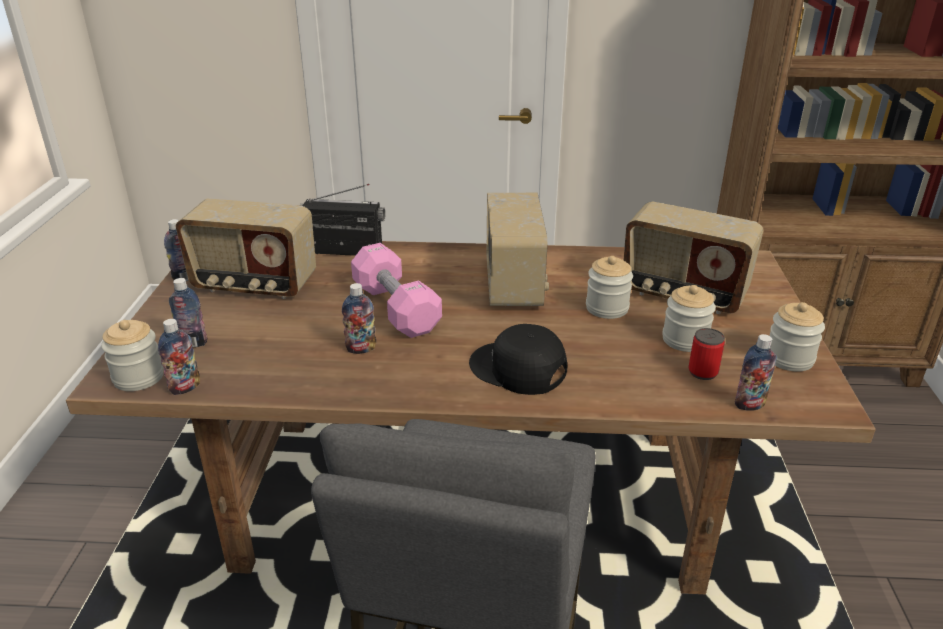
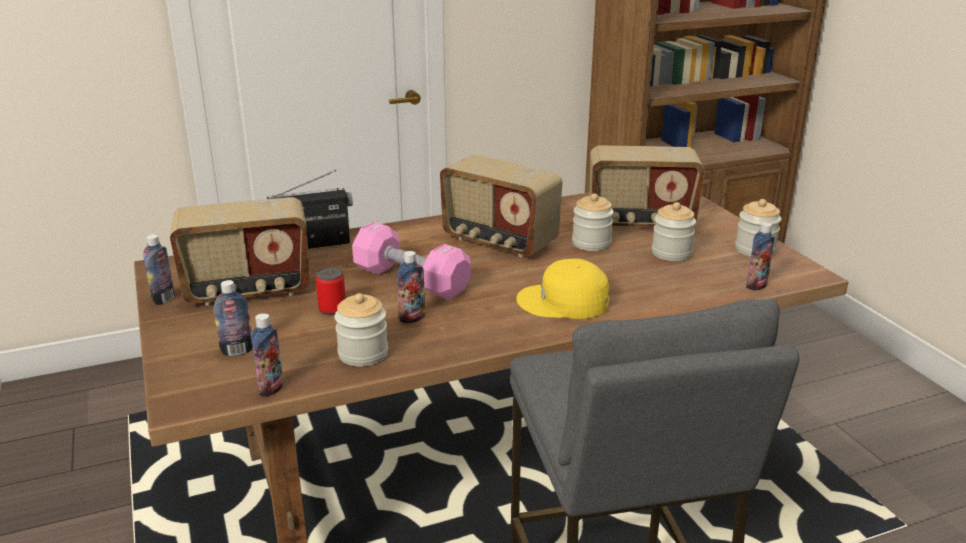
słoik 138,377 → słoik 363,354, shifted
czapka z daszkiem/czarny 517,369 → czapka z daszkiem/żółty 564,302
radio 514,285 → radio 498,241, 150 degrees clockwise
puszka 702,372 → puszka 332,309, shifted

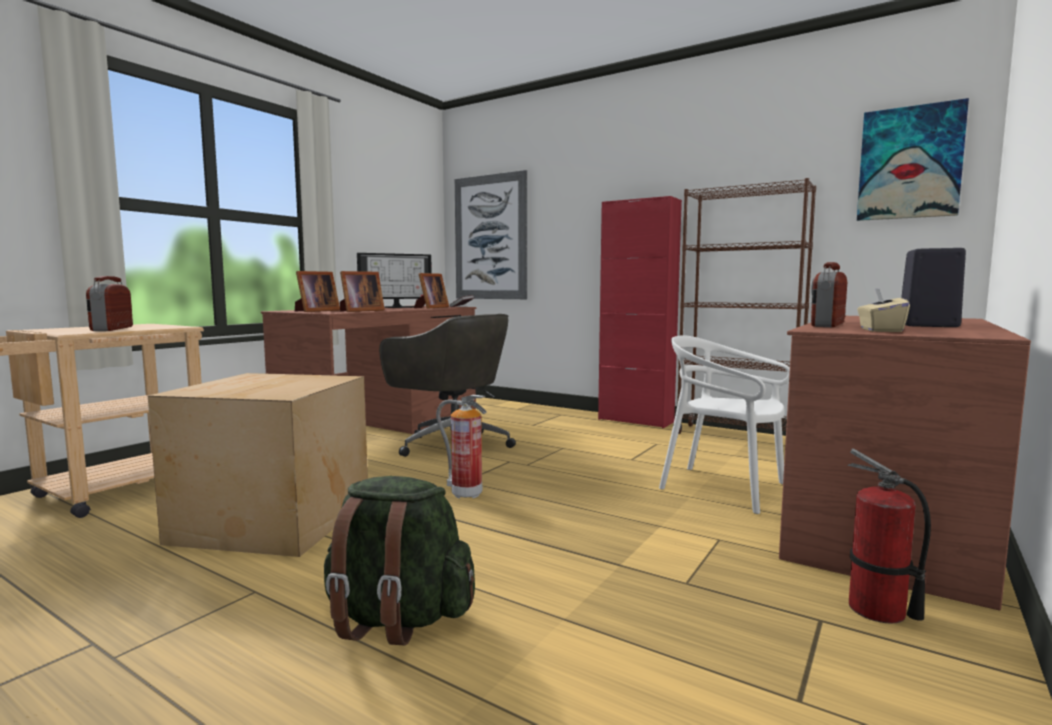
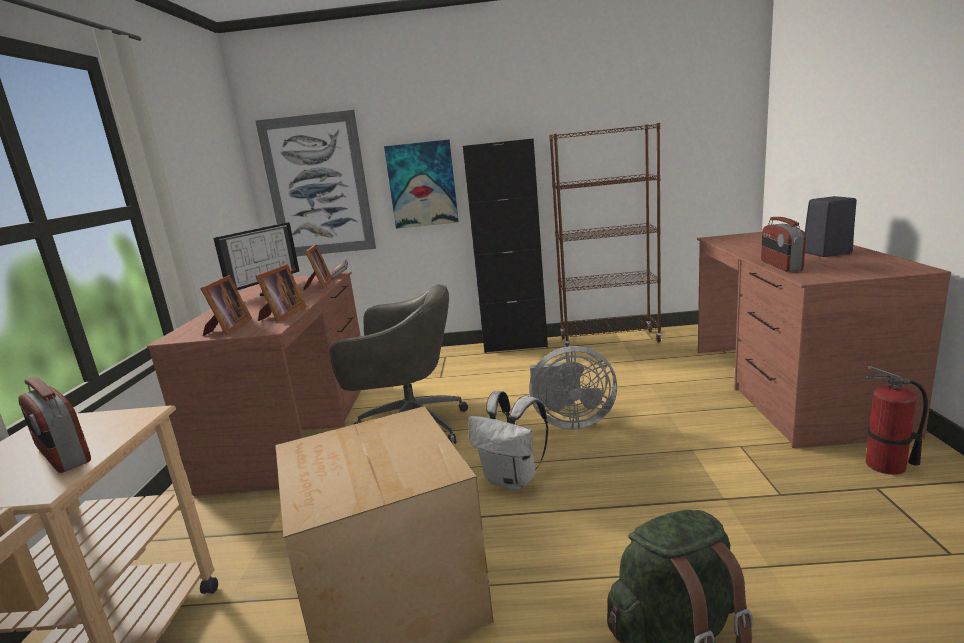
gaśnica 465,494 → plecak/biały 513,480
szafka/czerwony 635,420 → szafka/czarny 515,345
krzesło/biały 723,488 → -
obraz 909,163 → obraz 422,184, shifted
pudełko chusteczek/beżowy 880,330 → -
- → wentylator/szary 570,422

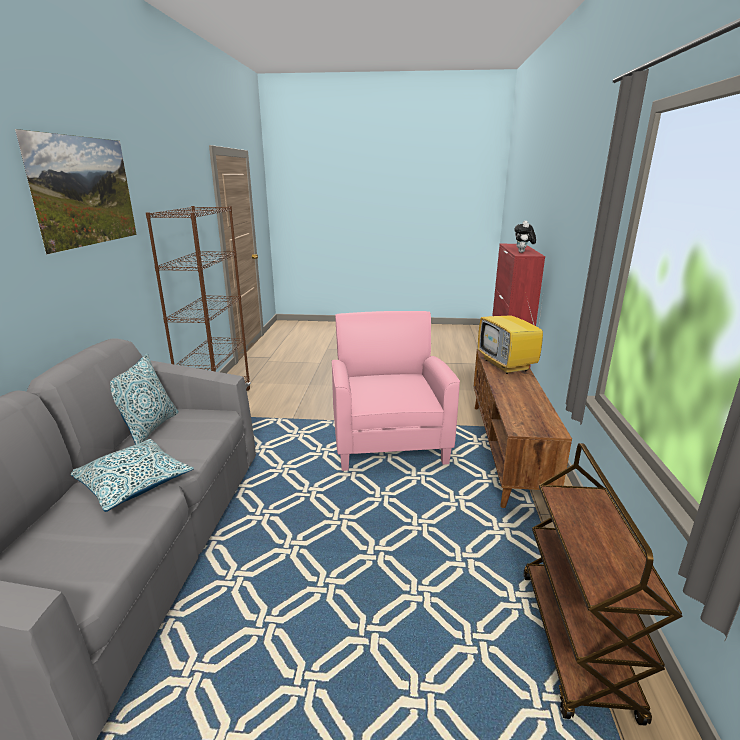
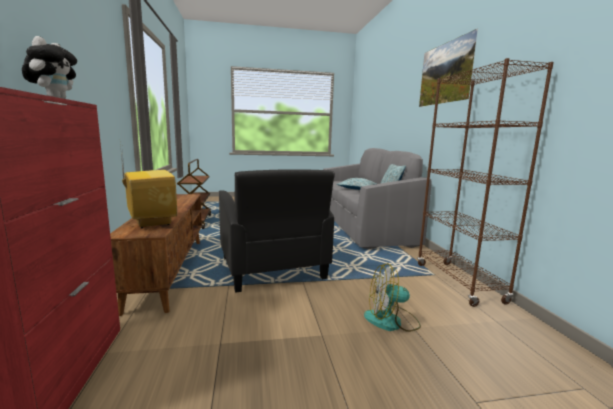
fotel/różowy 388,441 → fotel/czarny 272,269
- → wentylator 391,321

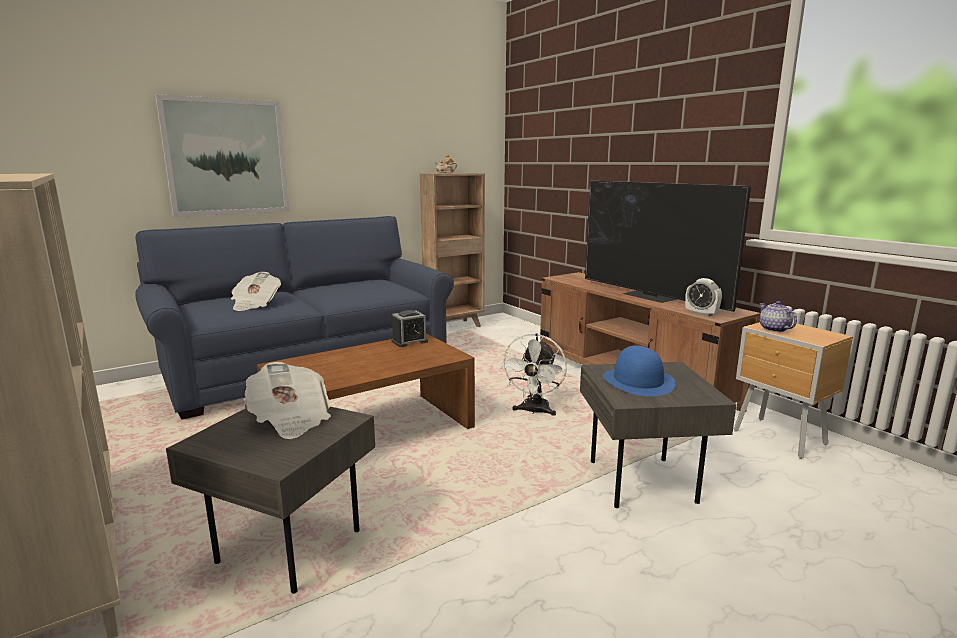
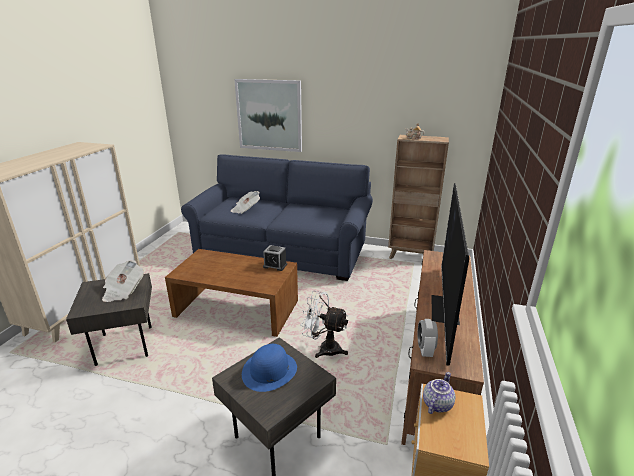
wentylator/biały 534,412 → wentylator/biały 324,348, 45 degrees clockwise

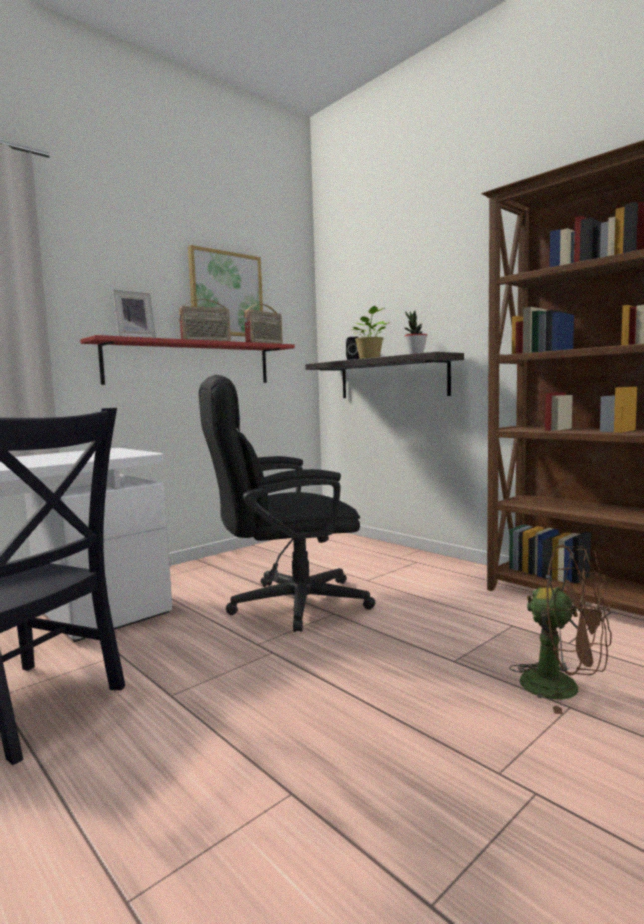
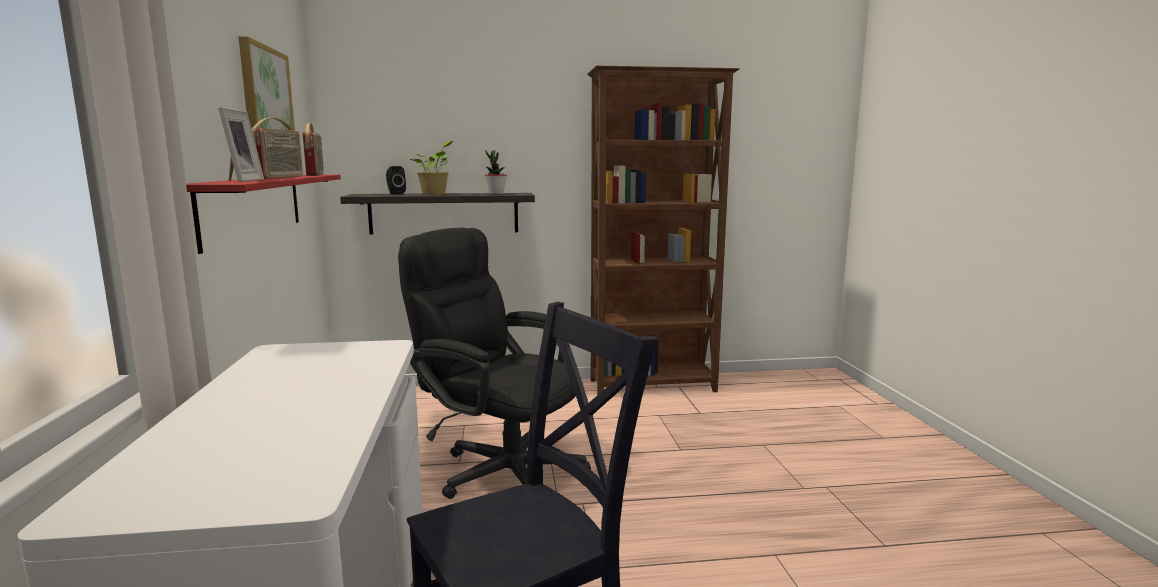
krzesło biurowe/czarny 285,605 → krzesło biurowe/czarny 499,469, 105 degrees clockwise
wentylator/brązowy 563,688 → -

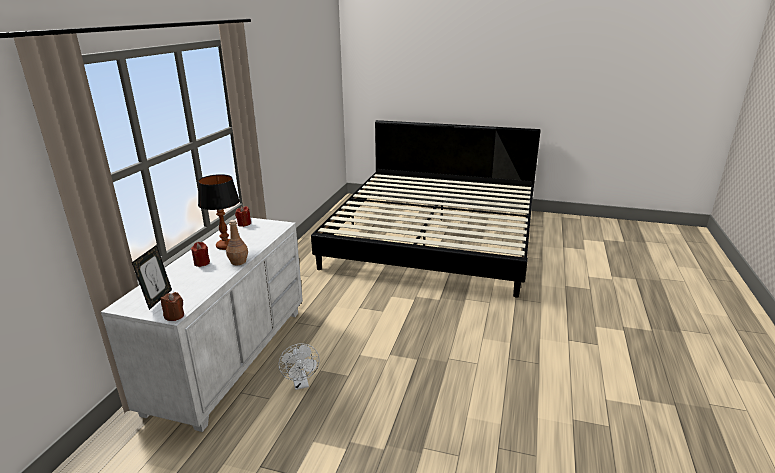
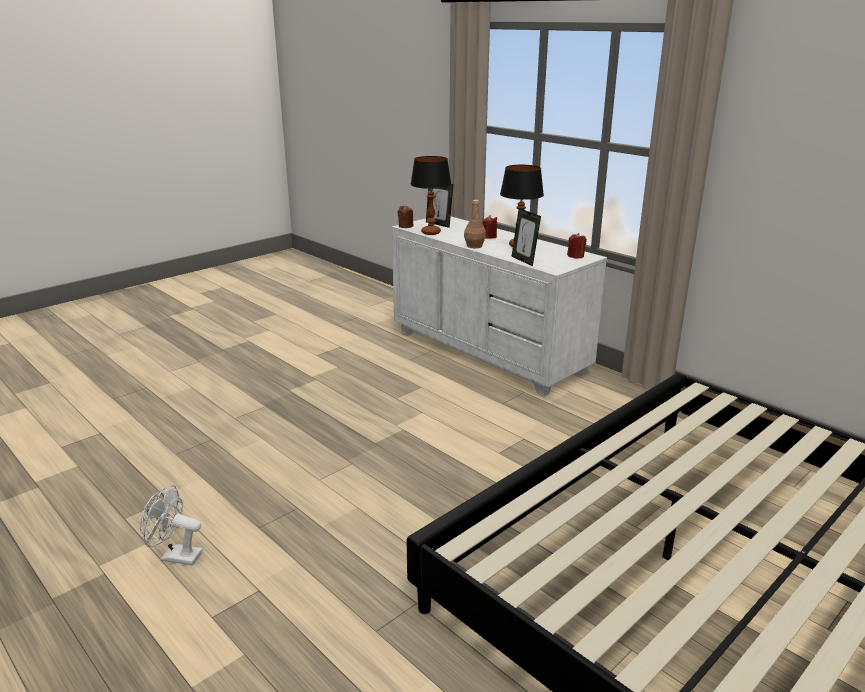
wentylator/biały 301,384 → wentylator/biały 175,556, shifted
- → lampa stołowa 430,232
- → ramka na zdjęcie 524,260

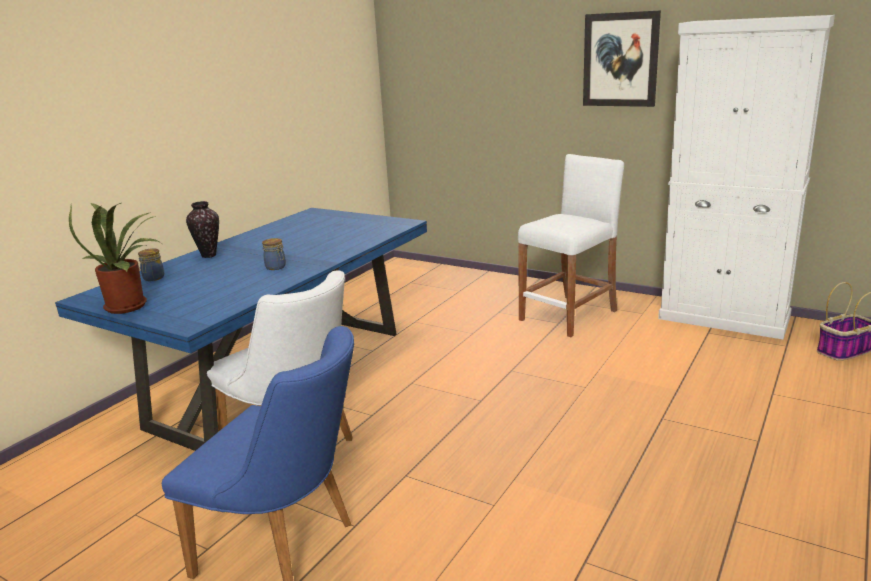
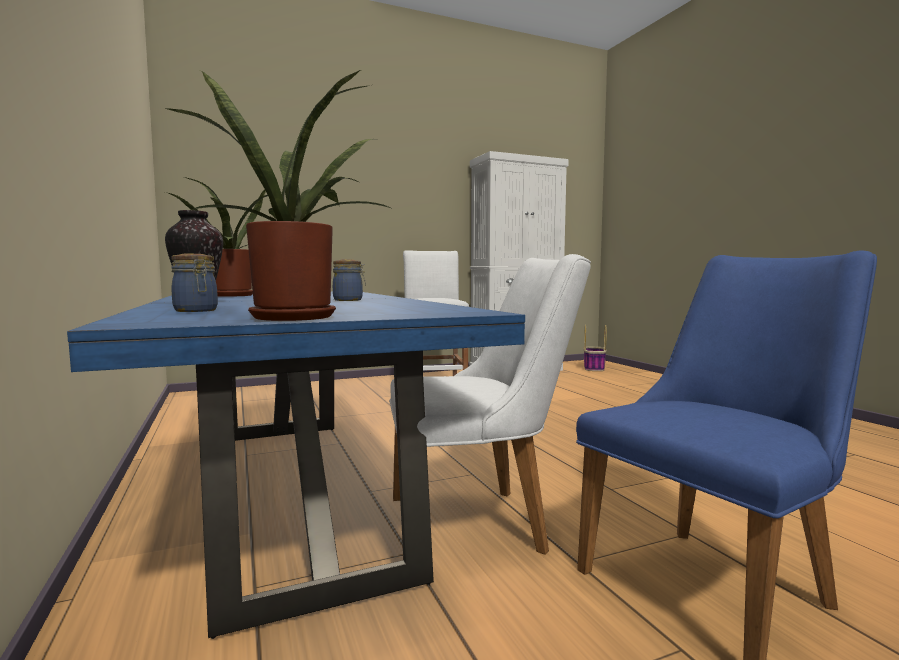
obraz 620,60 → -
- → roślina doniczkowa 229,296

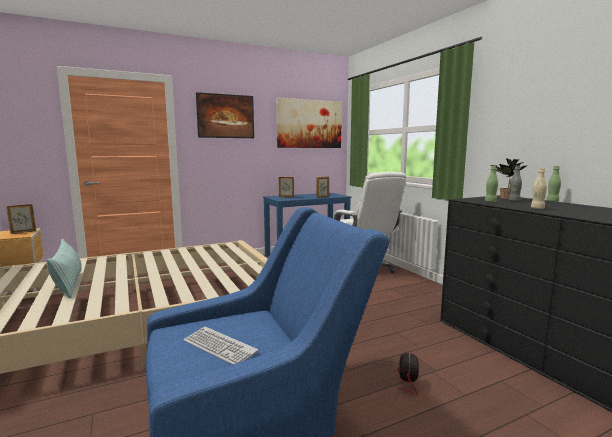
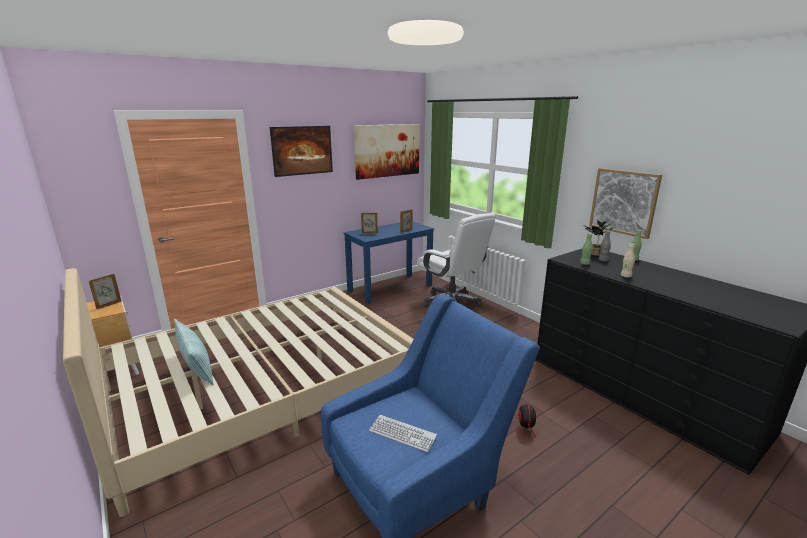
- → obraz 624,202

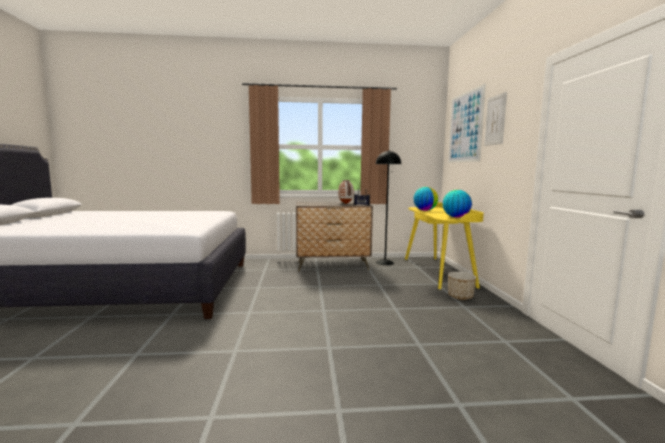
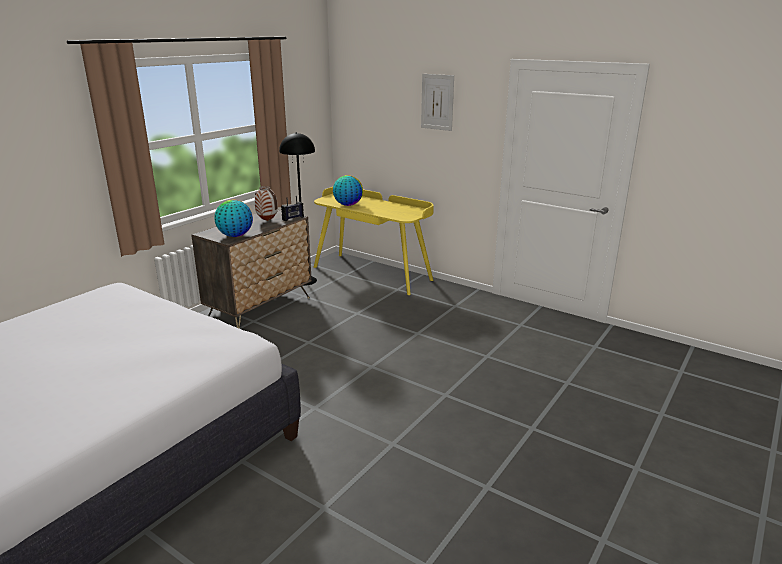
globus 456,217 → globus 235,236, shifted
obraz 465,127 → -
donica 460,297 → -

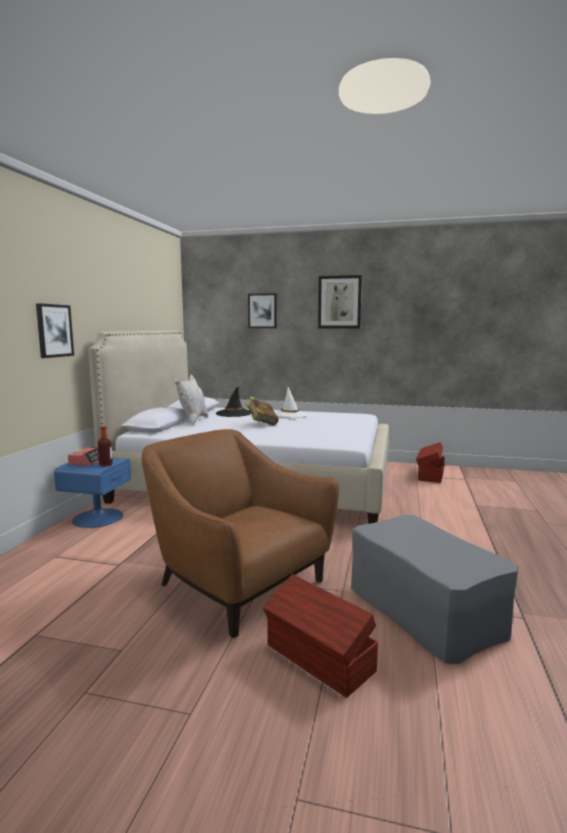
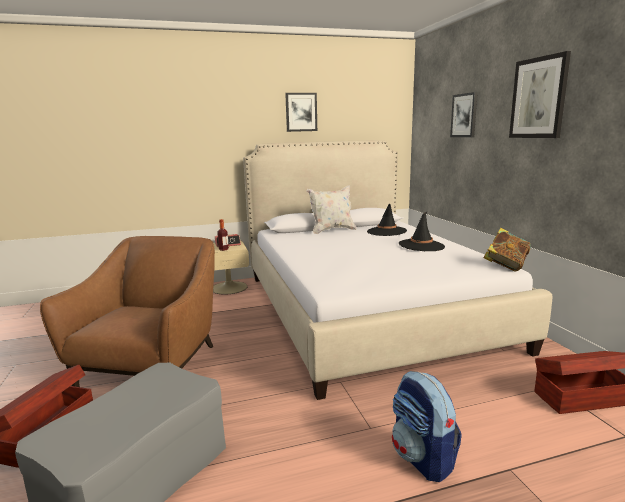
obraz 54,330 → obraz 301,112, shifted
szafka nocna/niebieski 97,517 → szafka nocna/beżowy 229,287
książka 261,424 → książka 505,266, shifted
kapelusz/biały 290,415 → kapelusz/czarny 421,245
- → plecak 423,458

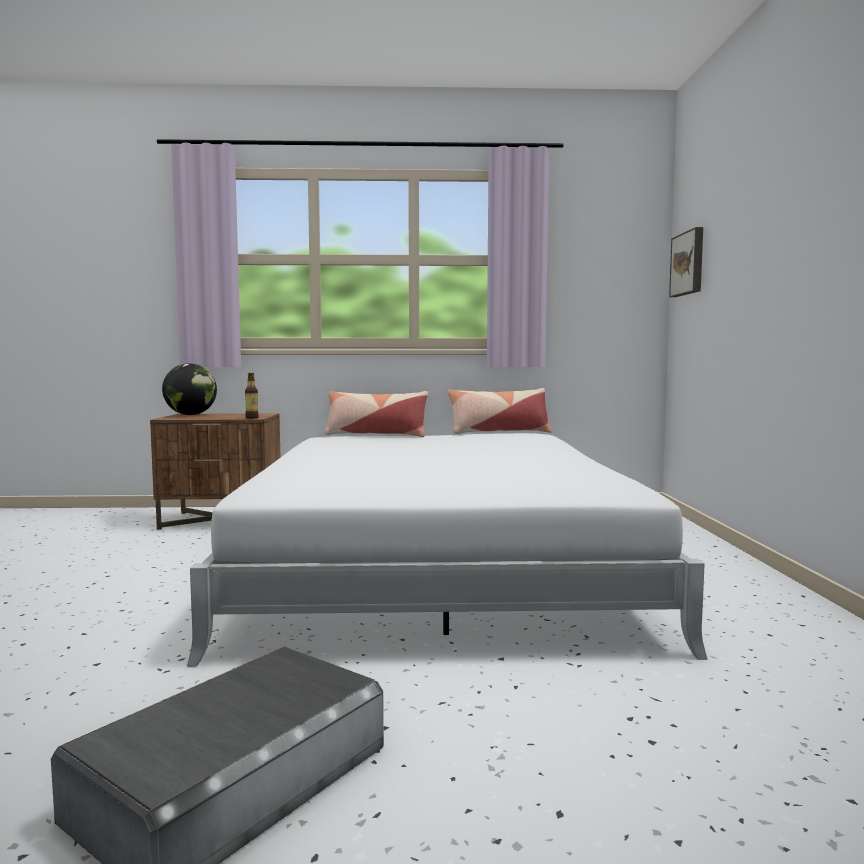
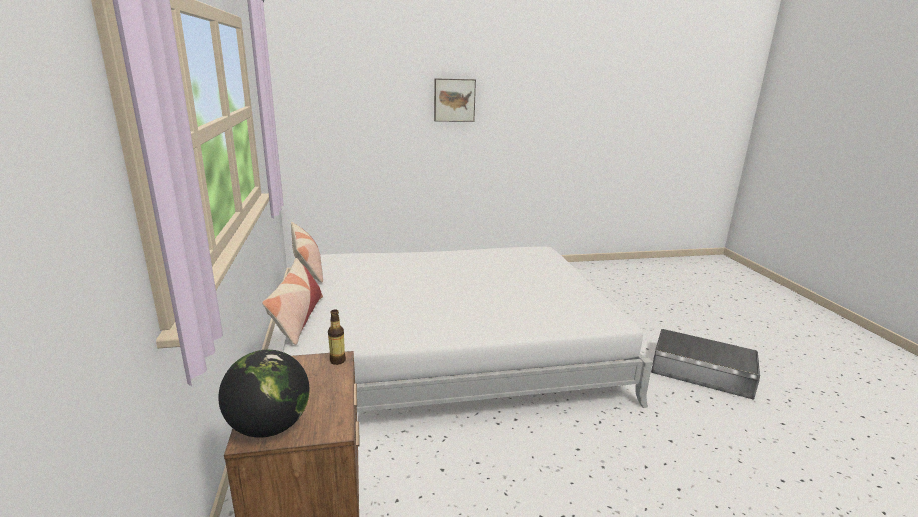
obraz 689,263 → obraz 454,100, shifted

